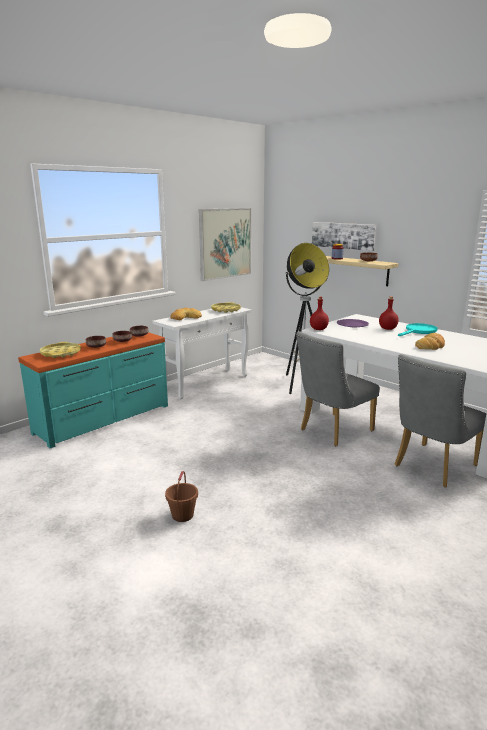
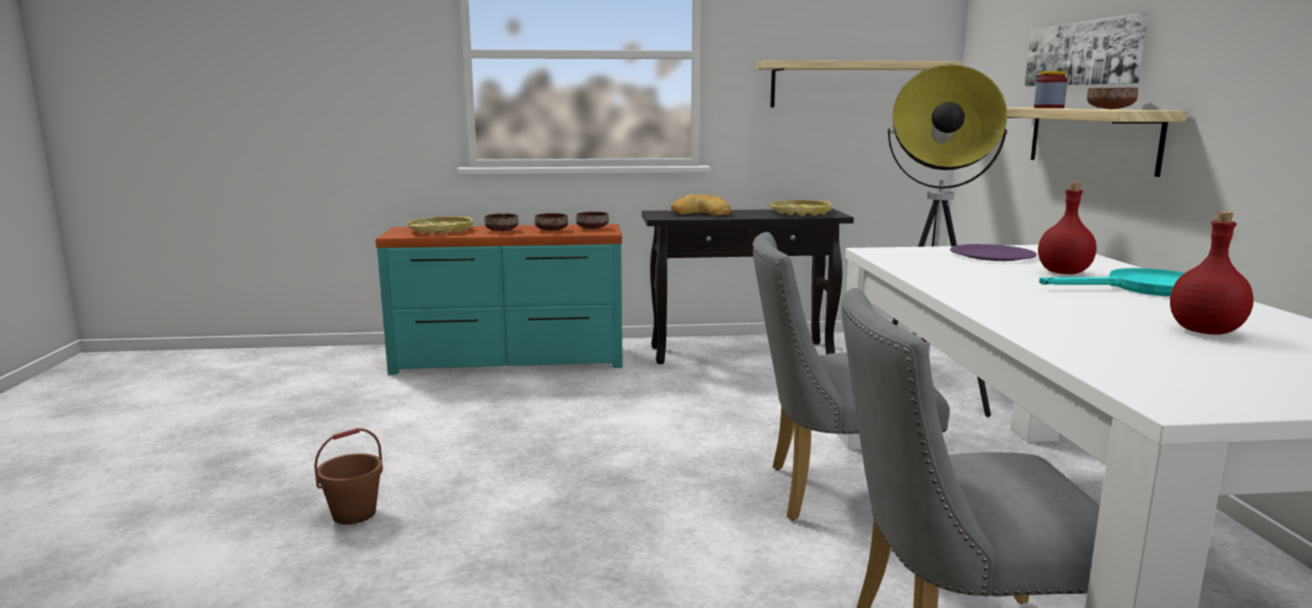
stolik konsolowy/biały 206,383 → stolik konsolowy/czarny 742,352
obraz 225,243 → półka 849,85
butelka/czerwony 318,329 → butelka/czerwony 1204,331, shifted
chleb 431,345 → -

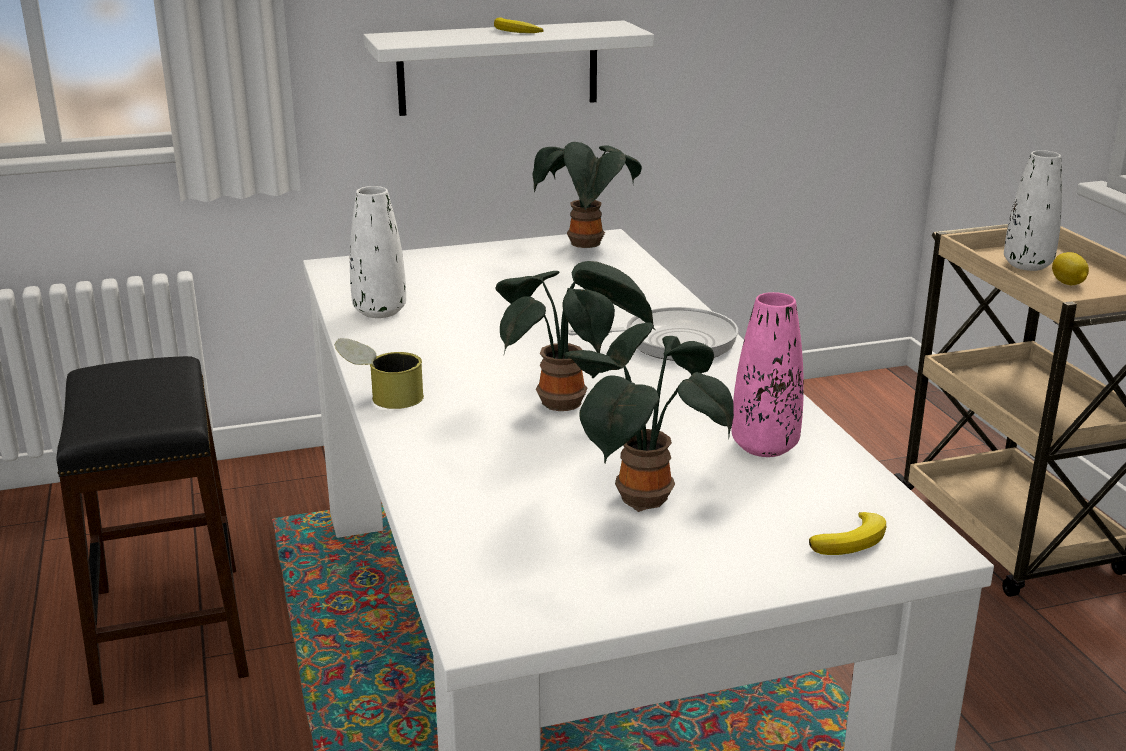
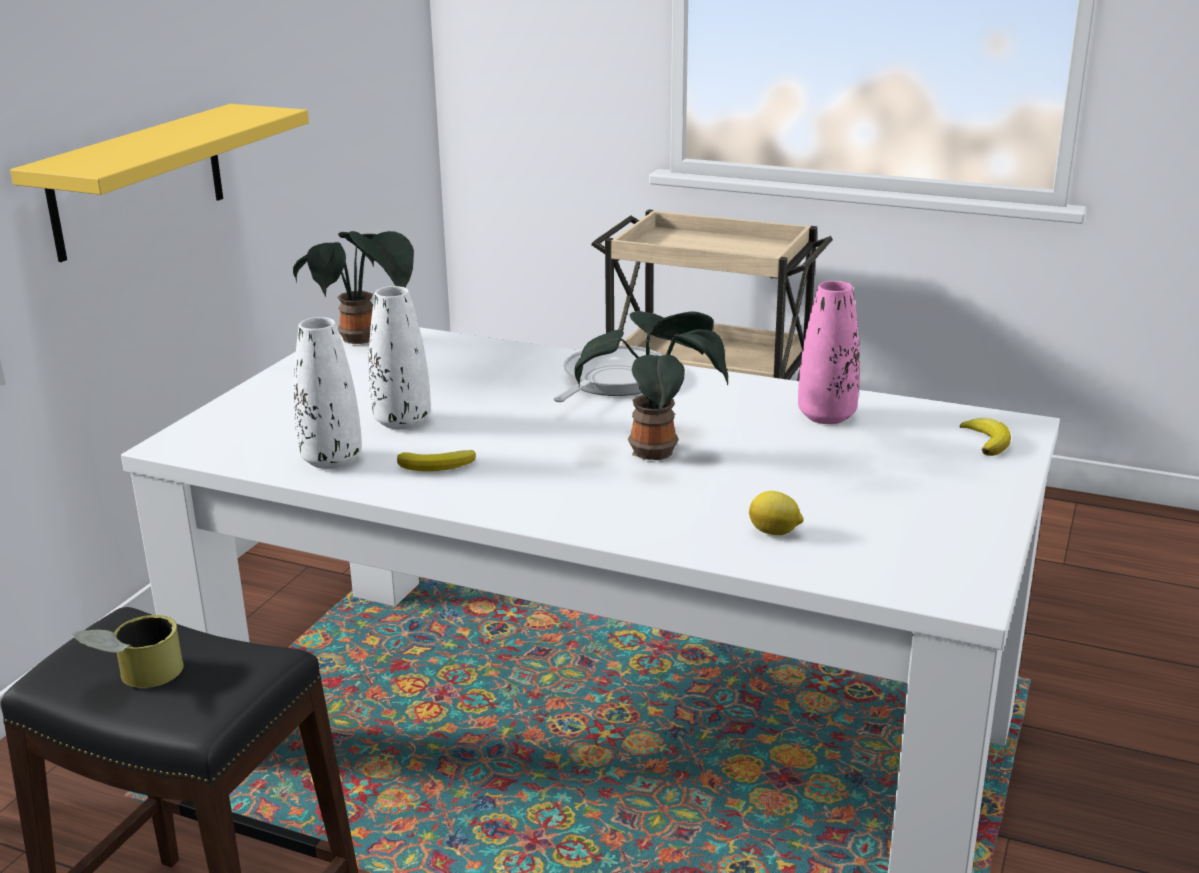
puszka 381,397 → puszka 135,679, shifted
półka/biały 498,68 → półka/żółty 138,181
banan 515,31 → banan 439,465, shifted
roślina doniczkowa 639,496 → -
wazon/biały 1027,265 → wazon/biały 402,421, shifted
cytryna 1068,284 → cytryna 775,532, shifted

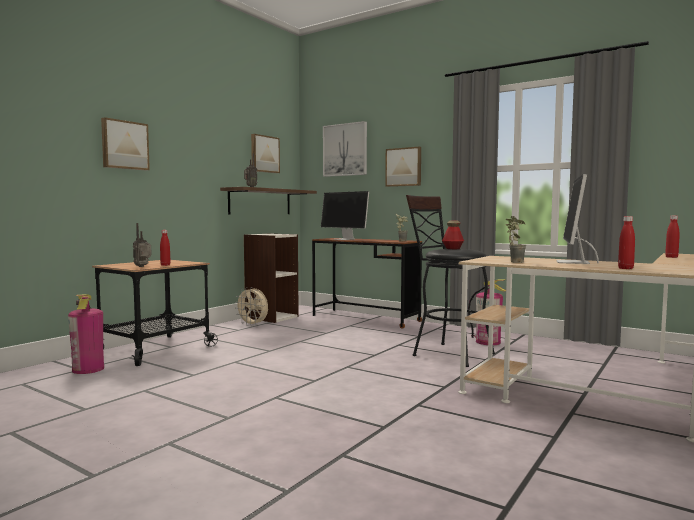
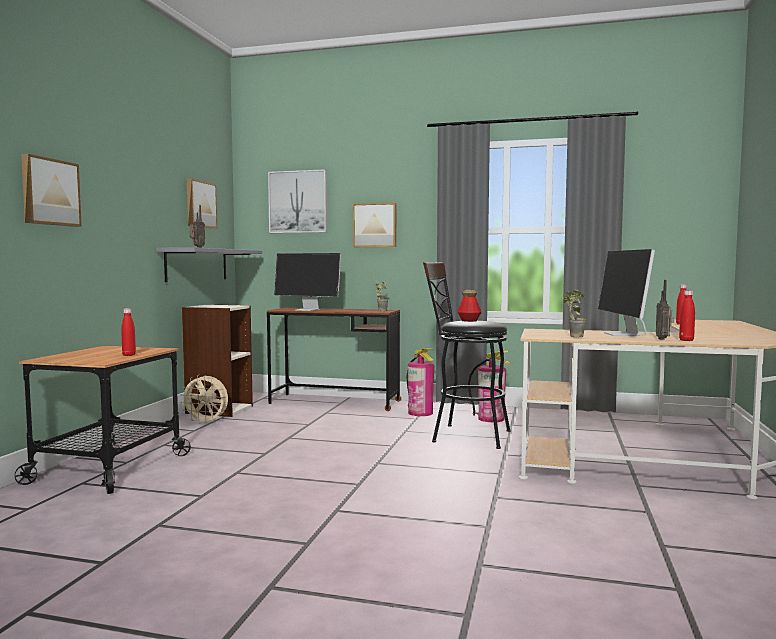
gaśnica 88,369 → gaśnica 420,413, shifted
radio 143,266 → radio 663,339, shifted
półka/brązowy 260,202 → półka/szary 197,264

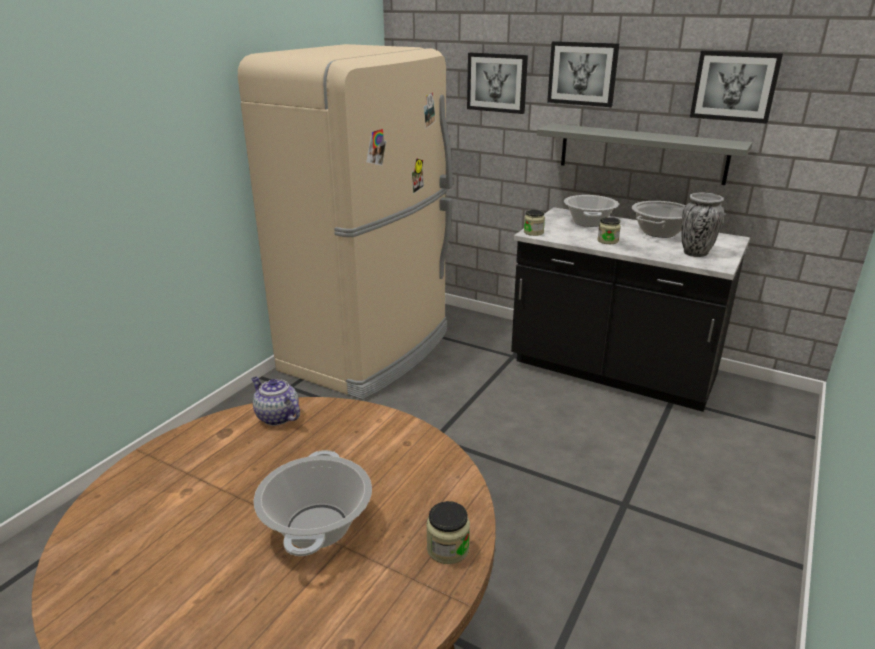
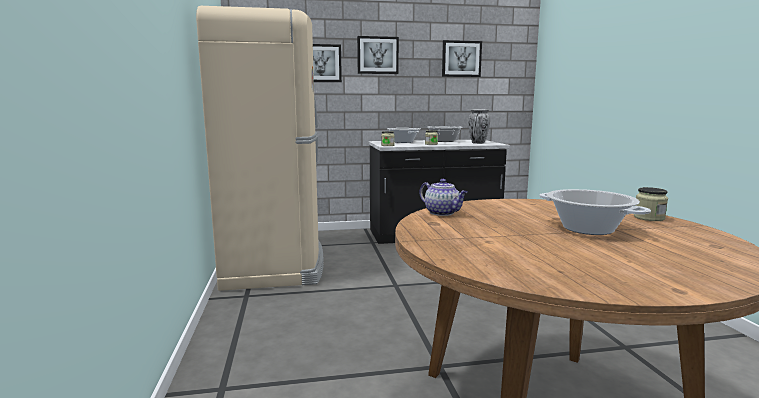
imbryk 276,416 → imbryk 443,213, 135 degrees counterclockwise
półka/szary 641,153 → -

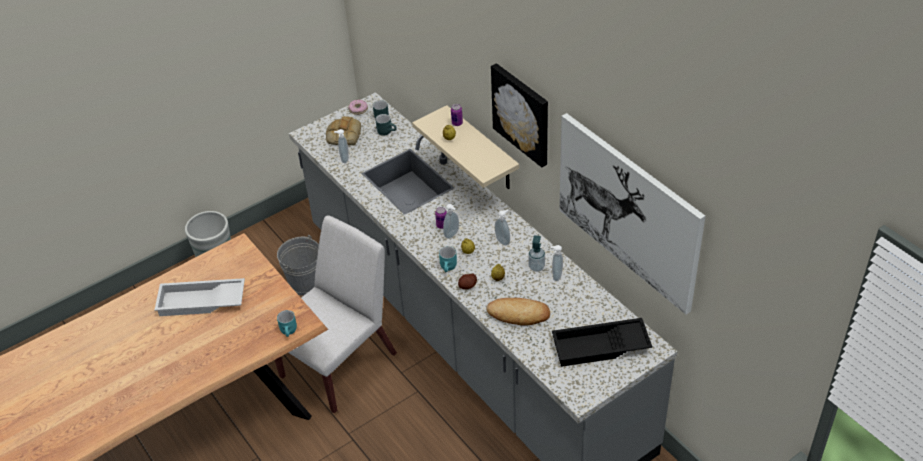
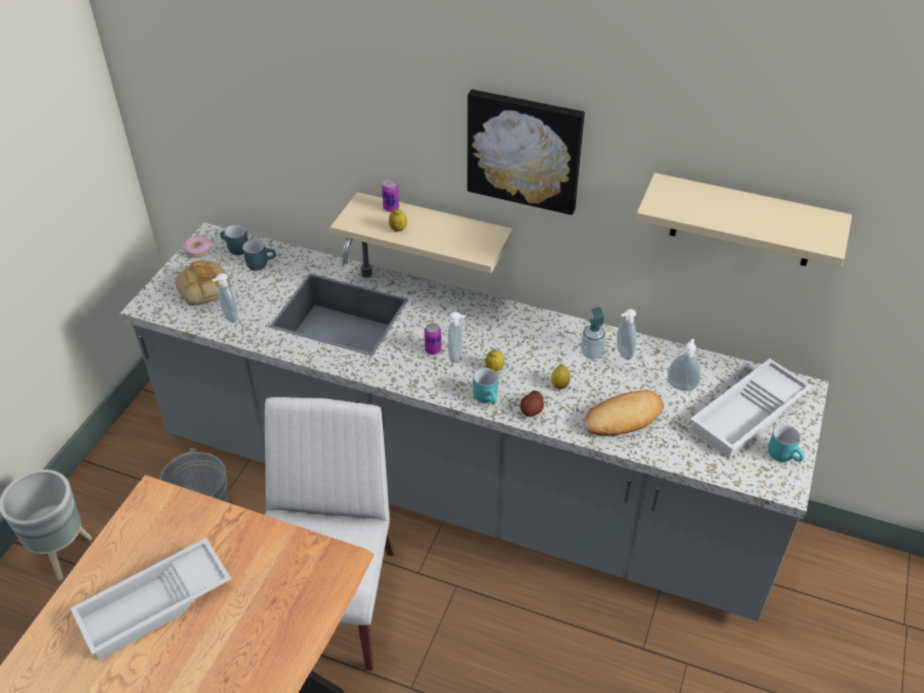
kubek/turkusowy 290,331 → kubek/turkusowy 784,455, shifted
dozownik mydła 503,240 → dozownik mydła 681,386, shifted
taca/czarny 600,348 → taca/biały 749,415
obraz 628,211 → półka/beżowy 743,221

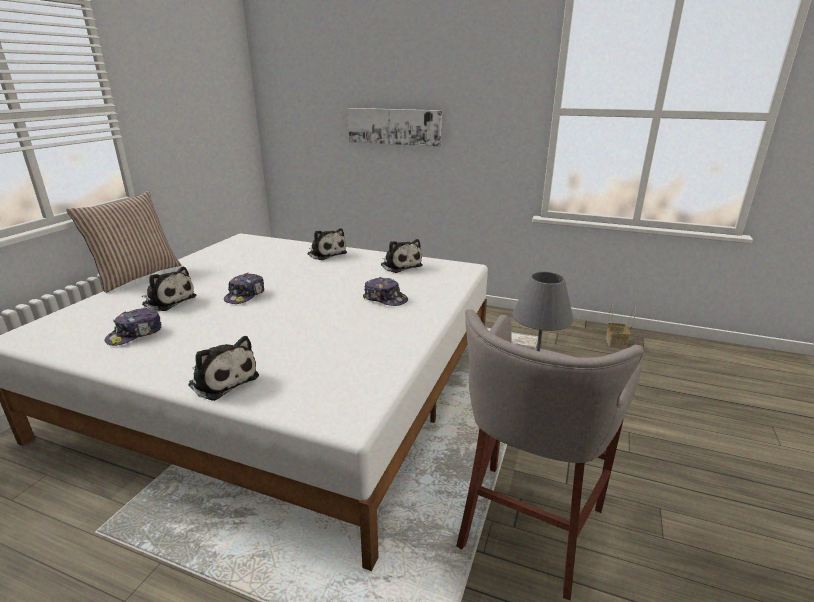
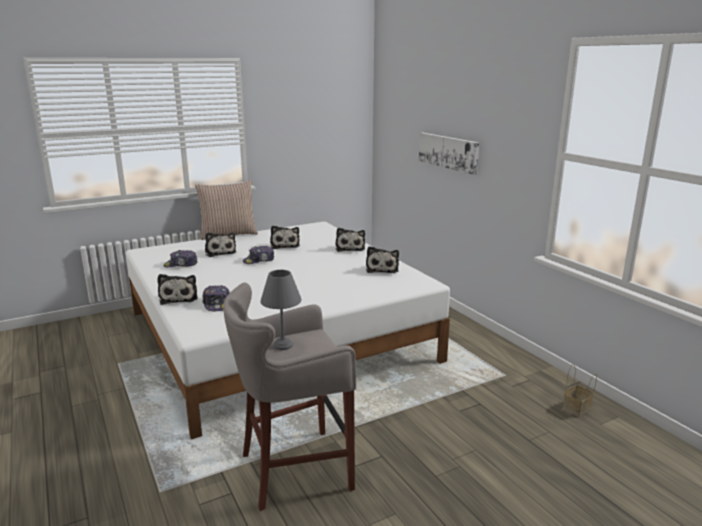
czapka z daszkiem 385,299 → czapka z daszkiem 217,304, shifted
- → pluszak 285,245

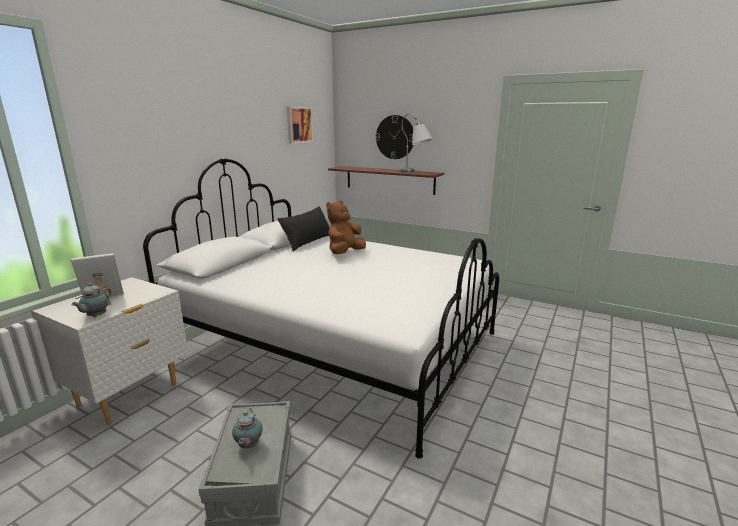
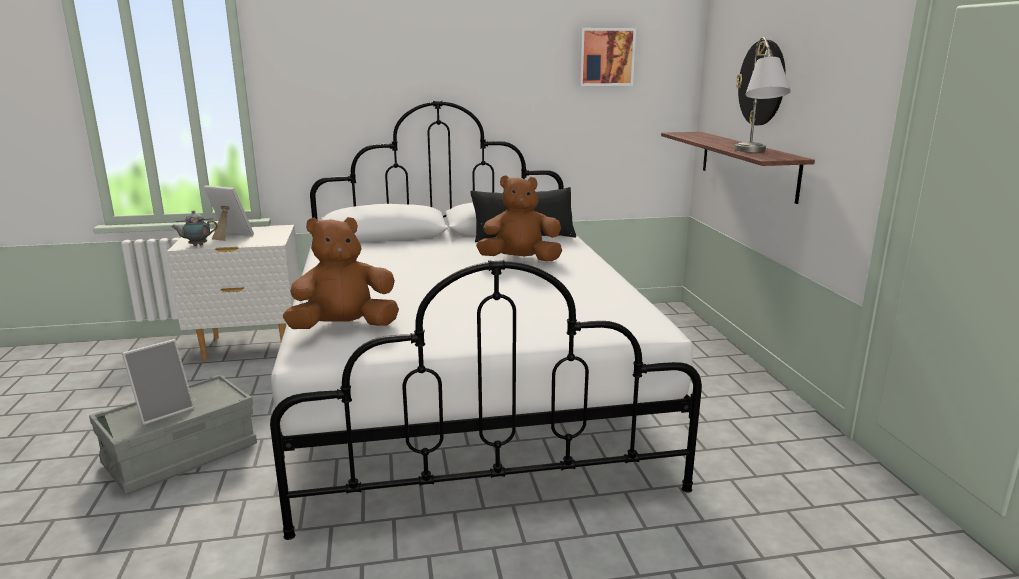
imbryk 248,446 → ramka na zdjęcie 164,410
- → pluszak/brązowy 344,328

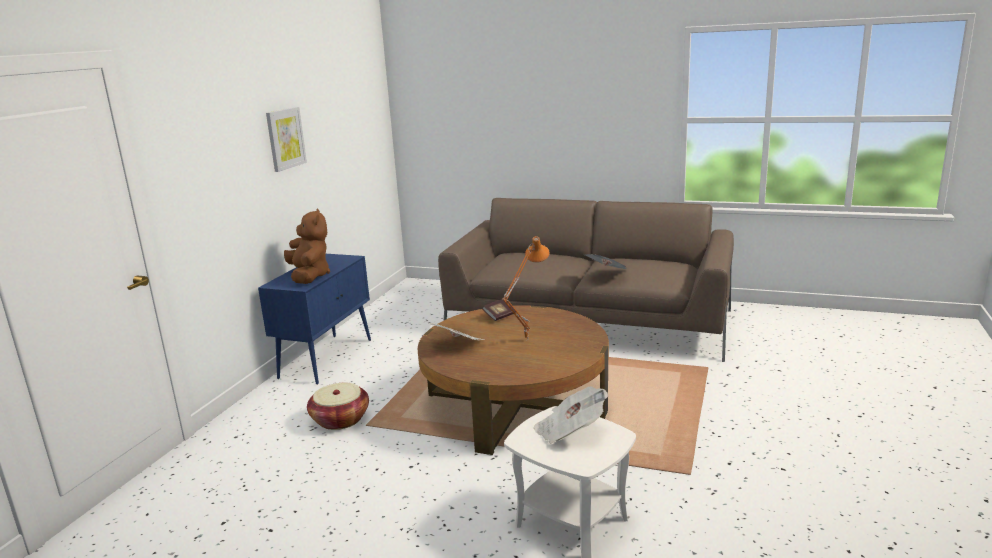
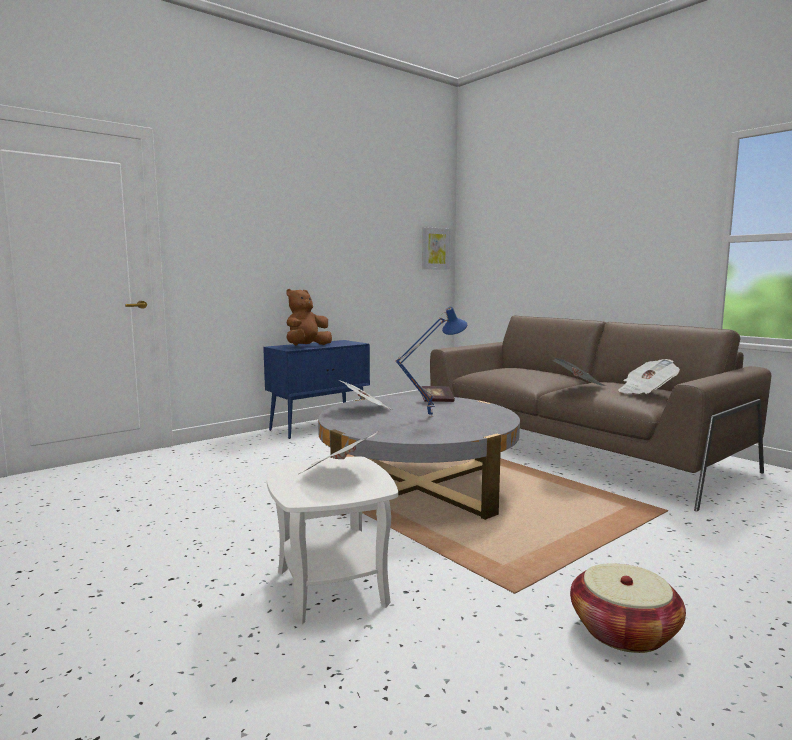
obraz 285,138 → obraz 435,248, shifted
pluszak/brązowy 309,276 → pluszak/brązowy 307,346, 150 degrees counterclockwise
koszyk 340,419 → koszyk 624,631, shifted
ława/brązowy 515,404 → ława/szary 418,487
lampa stołowa/pomarańczowy 525,339 → lampa stołowa/niebieski 430,416
- → gazeta 646,391

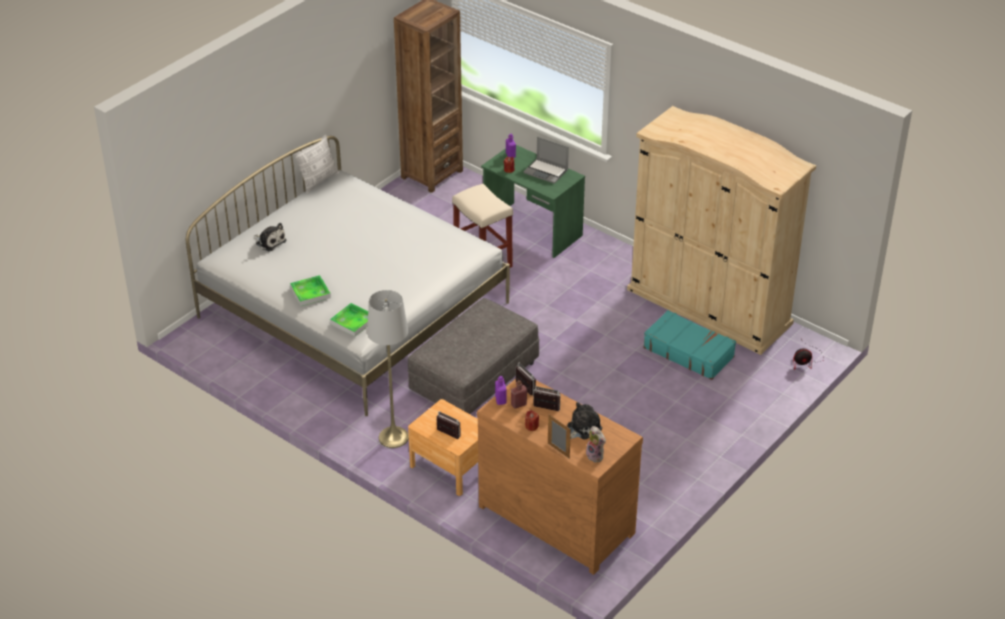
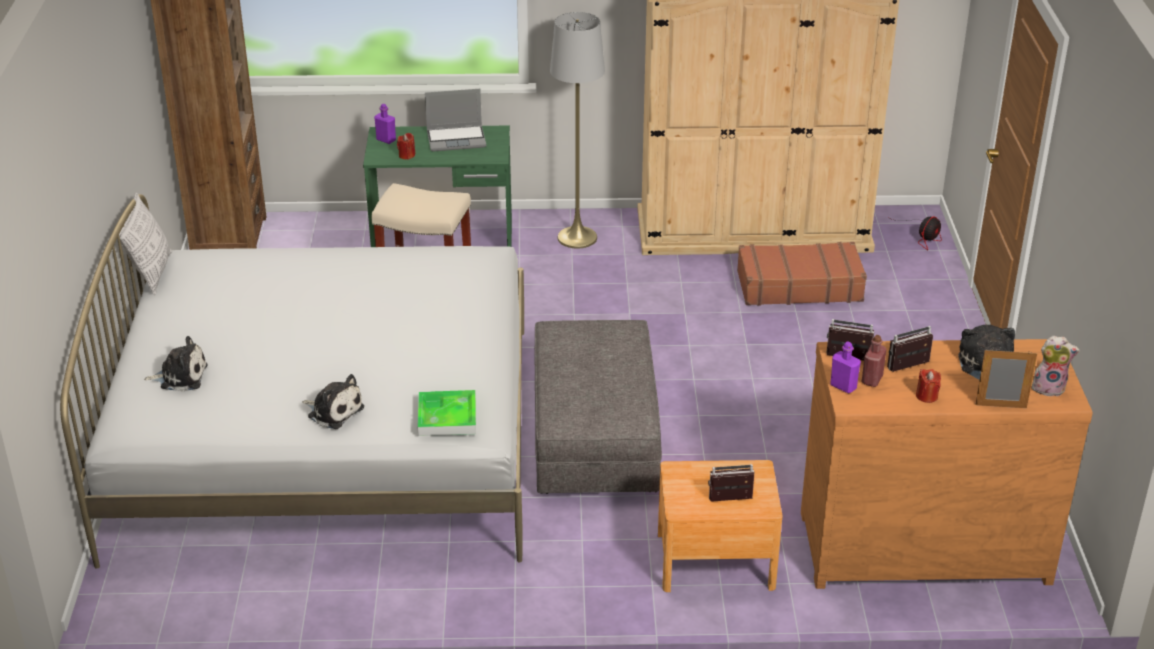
taca 310,293 → pluszak 333,411
lampa stojąca/szary 393,437 → lampa stojąca/szary 577,237, shifted
walizka/turkusowy 688,352 → walizka/brązowy 799,286

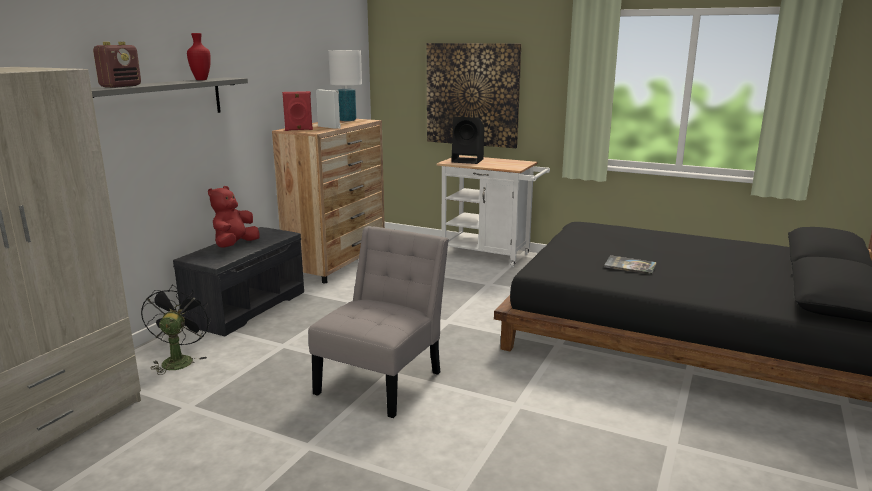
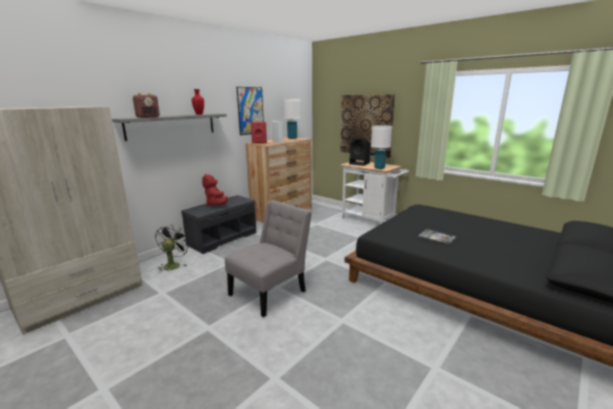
pluszak/czerwony 235,245 → pluszak/czerwony 216,205, 60 degrees counterclockwise
- → obraz 250,110
- → lampa stołowa/biały 379,168

